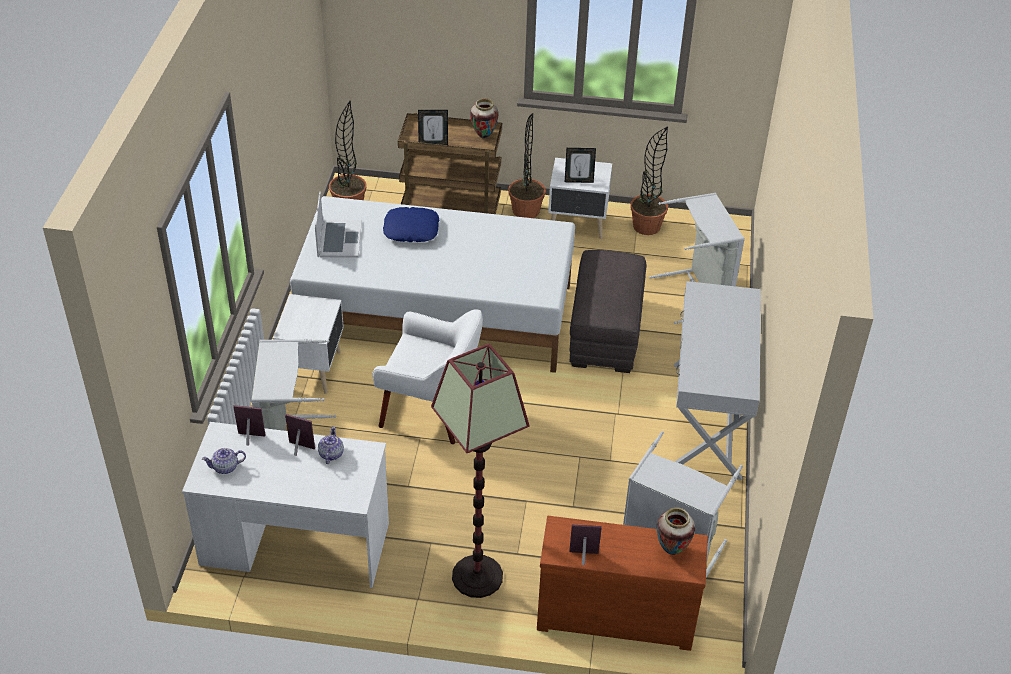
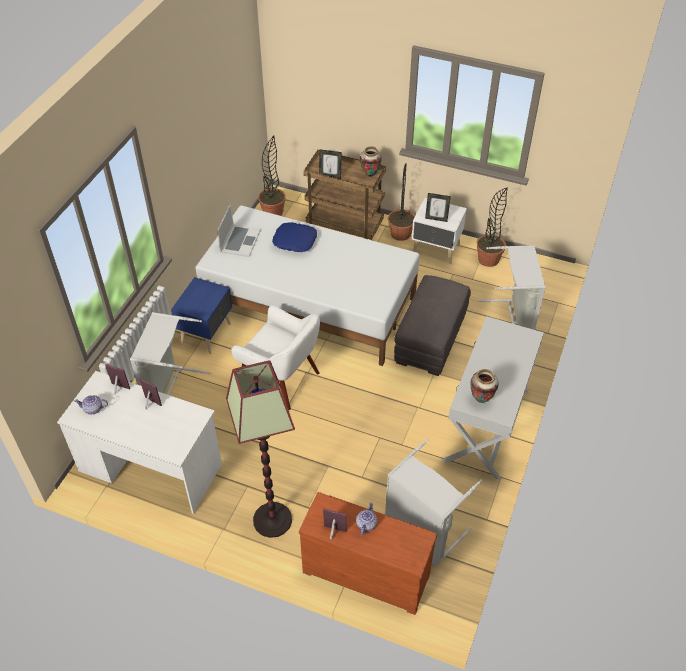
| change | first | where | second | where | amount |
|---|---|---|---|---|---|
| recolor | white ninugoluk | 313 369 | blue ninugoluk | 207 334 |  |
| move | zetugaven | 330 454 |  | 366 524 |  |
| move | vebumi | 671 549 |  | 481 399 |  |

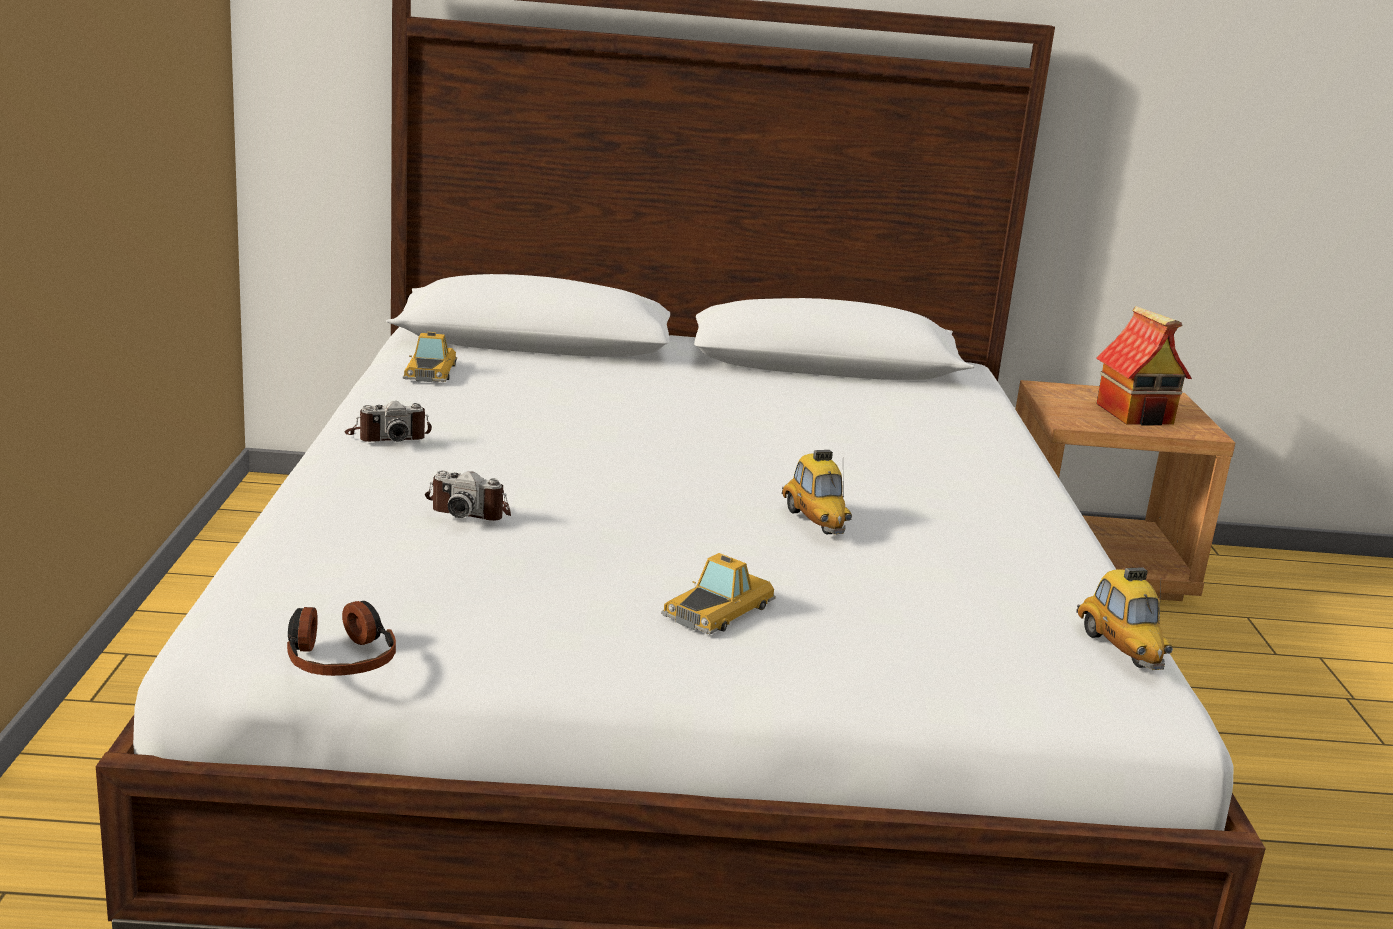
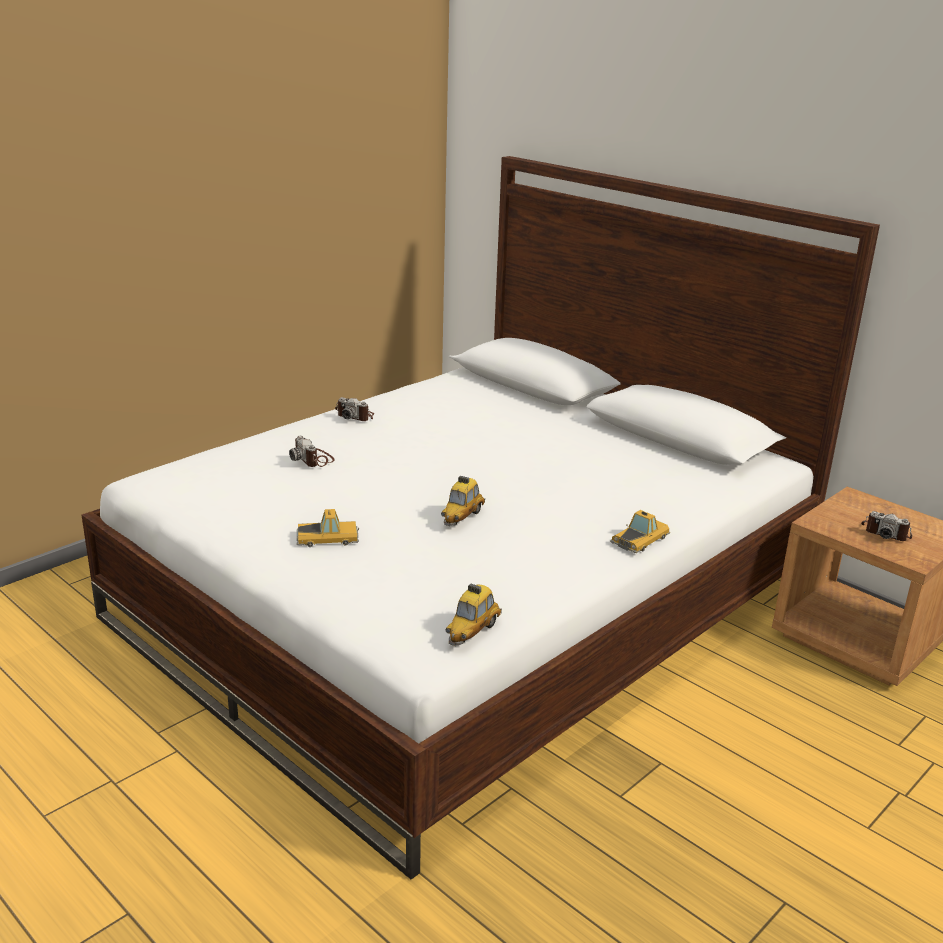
| change | first | where | second | where | amount |
|---|---|---|---|---|---|
| replace | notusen | 1136 414 | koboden | 885 533 |  |
| move | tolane | 431 371 |  | 641 539 |  |
| delete | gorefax | 339 657 |  |  |  |

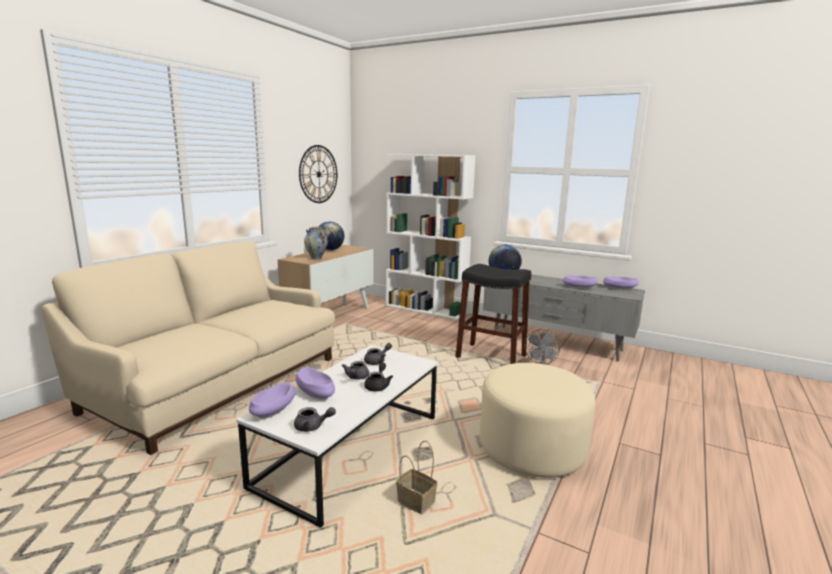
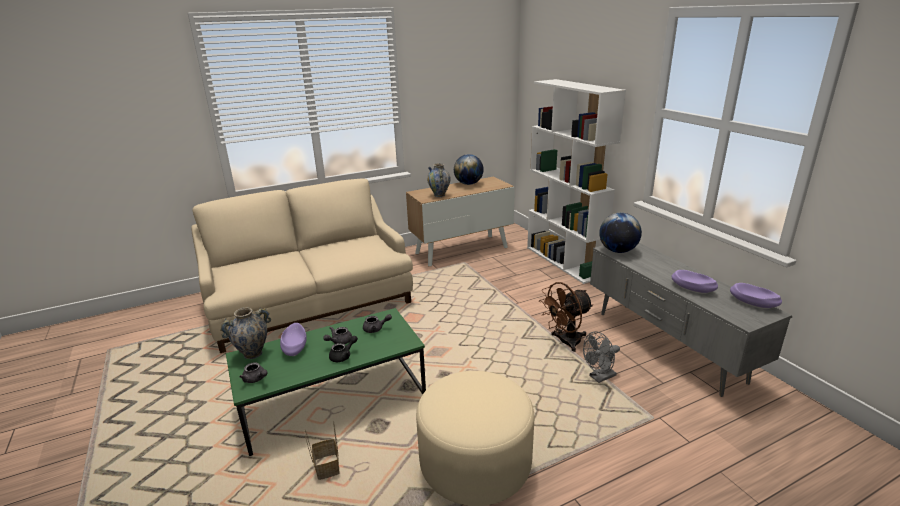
| change | first | where | second | where | amount |
|---|---|---|---|---|---|
| delete | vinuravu | 318 174 |  |  |  |
| replace | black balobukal | 491 356 | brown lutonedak | 565 342 |  |
| recolor | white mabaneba | 351 450 | green mabaneba | 333 400 |  |
| replace | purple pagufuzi | 273 410 | vebumi | 252 354 |  |

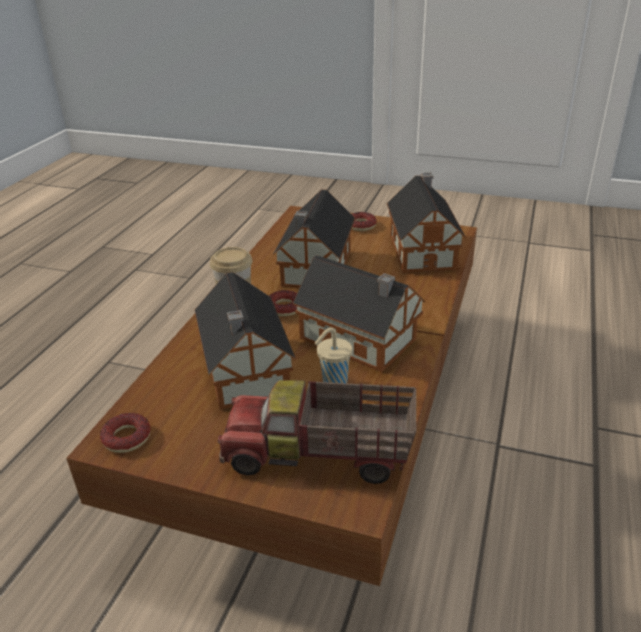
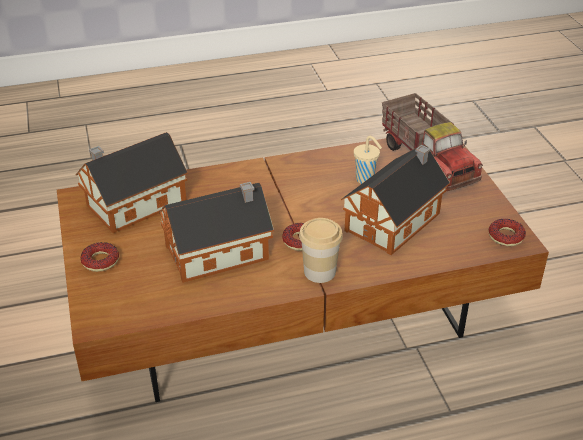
| change | first | where | second | where | amount |
|---|---|---|---|---|---|
| delete | notusen | 361 341 |  |  |  |

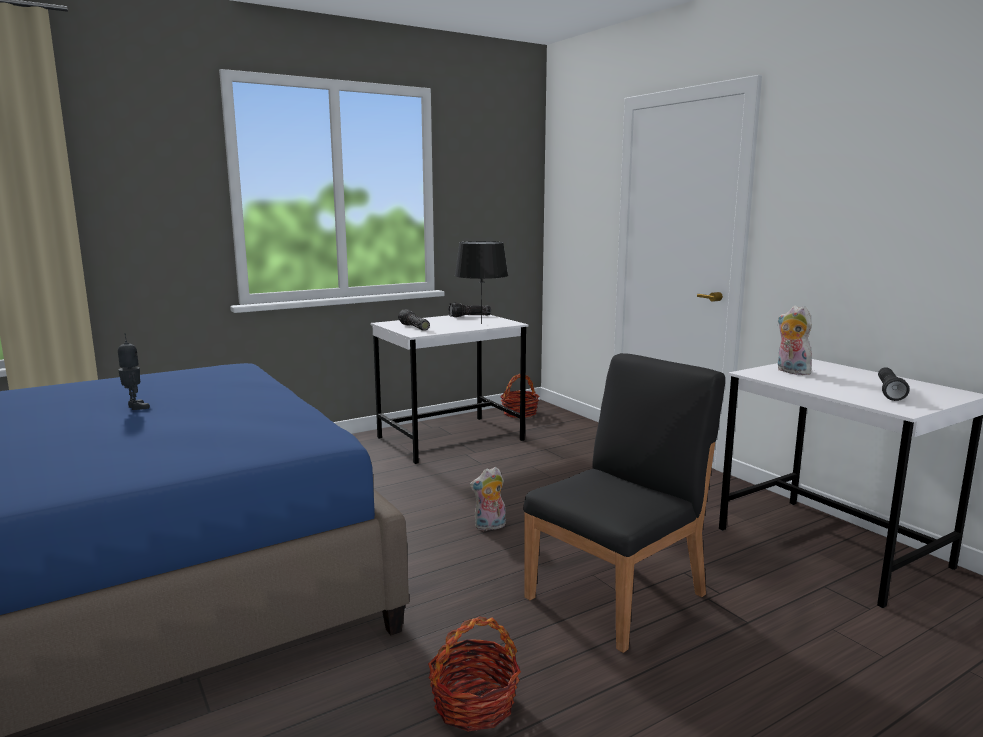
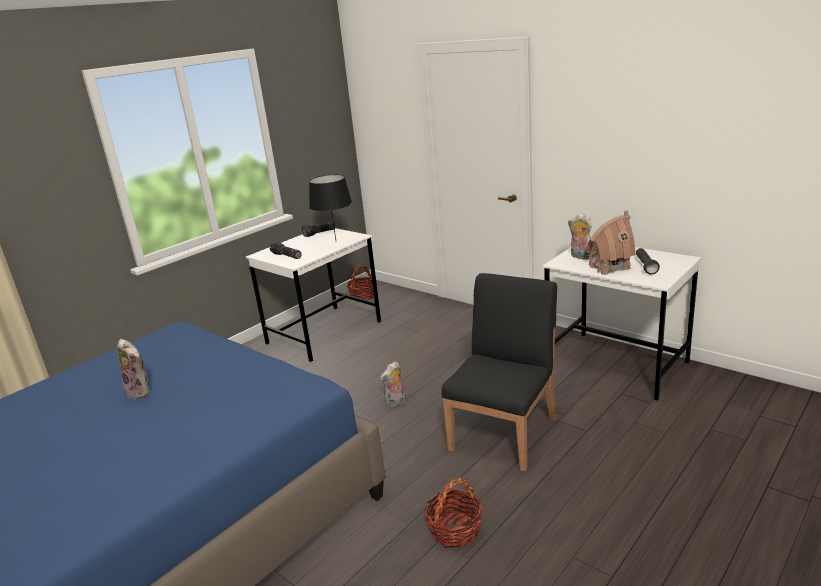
| change | first | where | second | where | amount |
|---|---|---|---|---|---|
| replace | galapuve | 135 407 | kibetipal | 141 391 |  |
| insert |  |  | notusen | 609 266 |  |

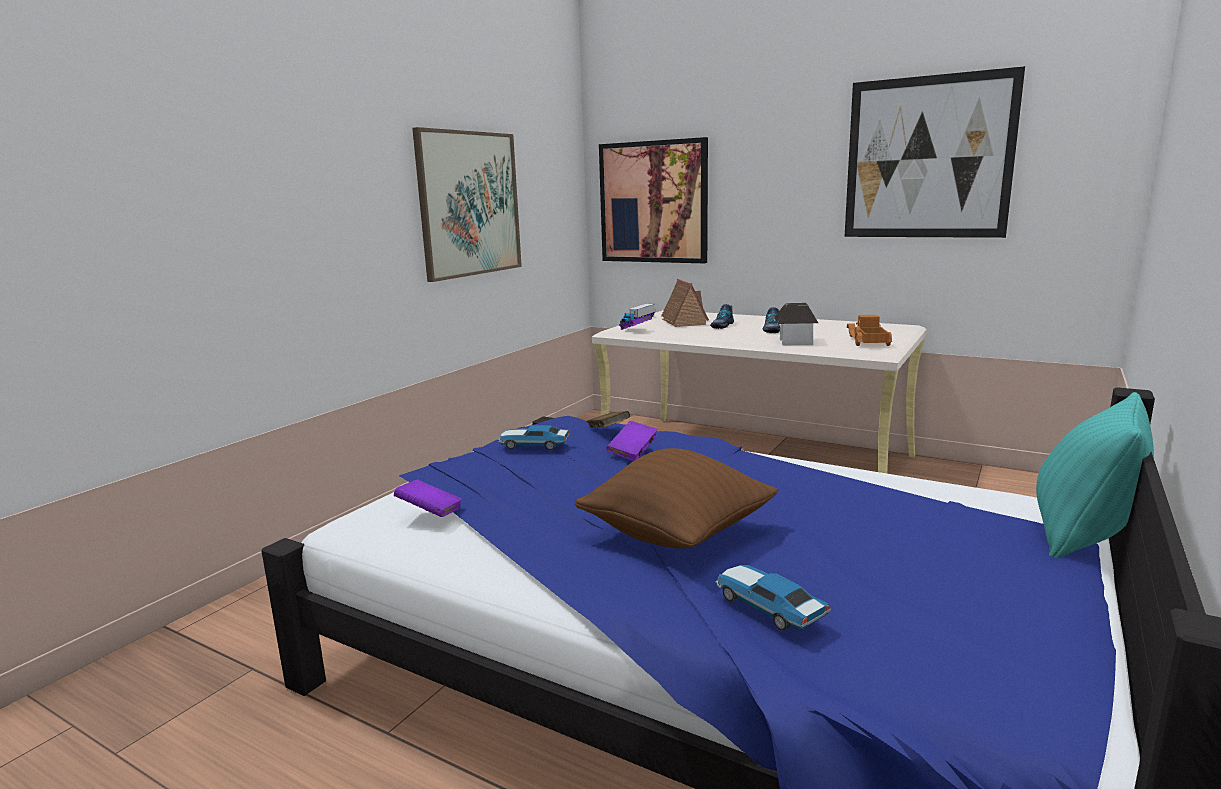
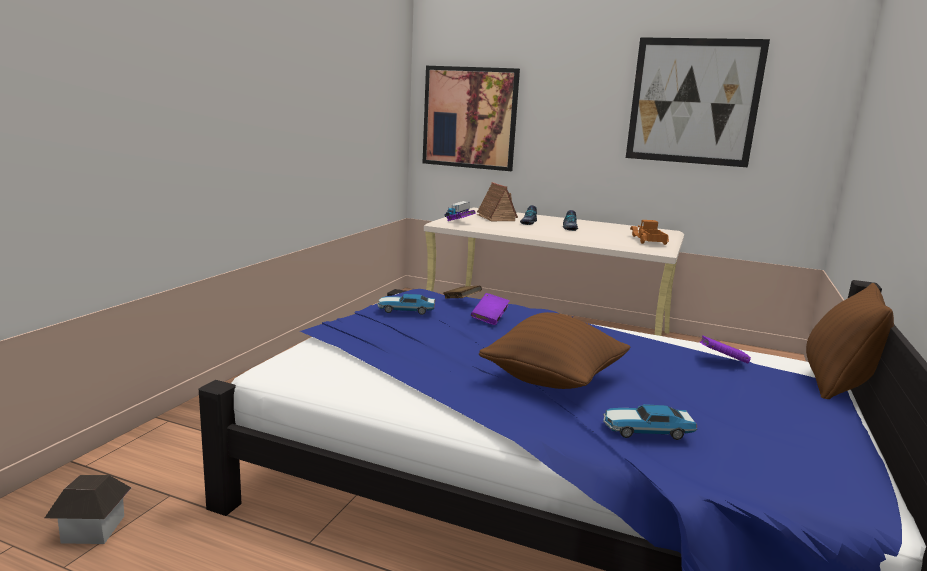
| change | first | where | second | where | amount |
|---|---|---|---|---|---|
| delete | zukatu | 469 204 |  |  |  |
| move | notusen | 795 342 |  | 93 529 |  |
| recolor | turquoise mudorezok | 1082 536 | brown mudorezok | 836 385 |  |
| move | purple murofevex | 430 512 |  | 722 360 |  |
| rotate | tolane | 767 606 |  | 645 430 | 45 degrees counterclockwise |

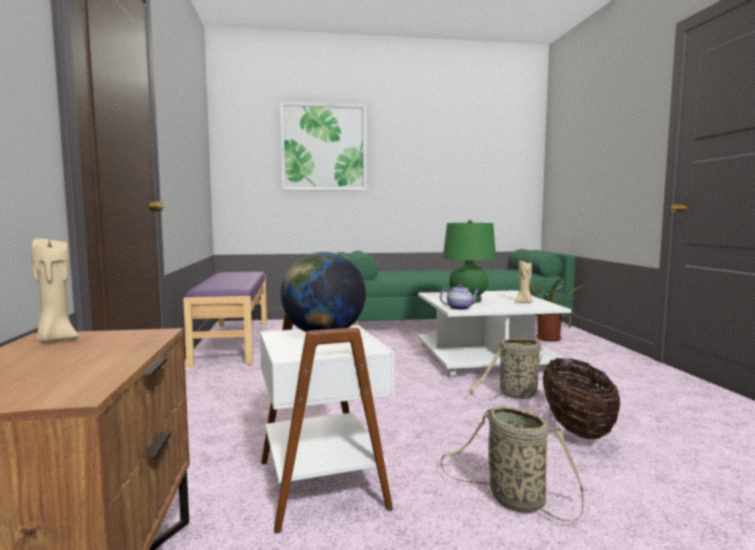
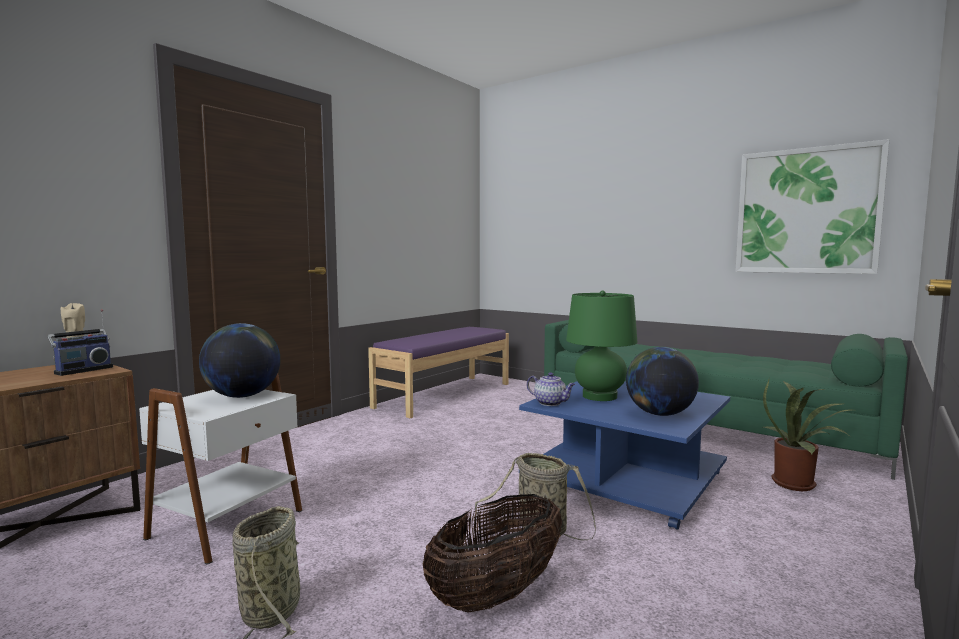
| change | first | where | second | where | amount |
|---|---|---|---|---|---|
| move | zukatu | 324 147 |  | 806 211 |  |
| replace | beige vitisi | 524 302 | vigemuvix | 659 414 |  |
| recolor | white mabaneba | 486 357 | blue mabaneba | 627 478 |  |
| insert |  |  | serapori | 83 370 |  |

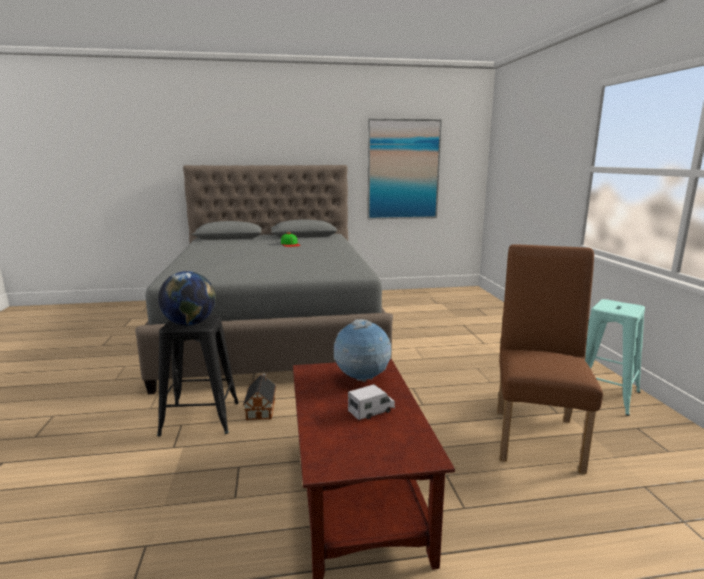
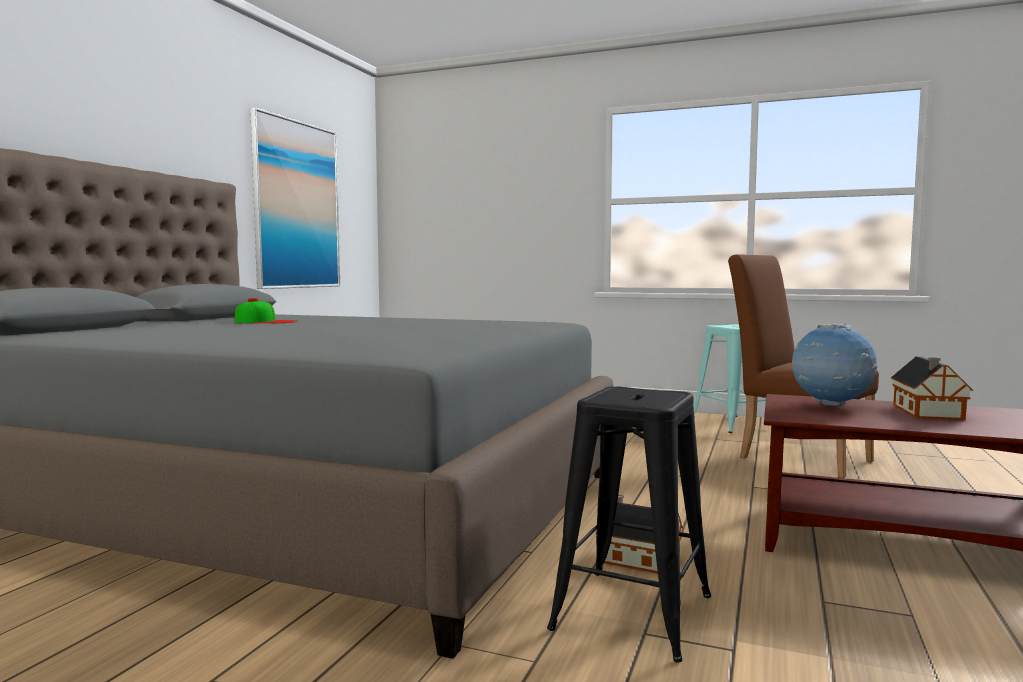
| change | first | where | second | where | amount |
|---|---|---|---|---|---|
| delete | vigemuvix | 190 324 |  |  |  |
| replace | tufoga | 371 411 | notusen | 927 413 |  |

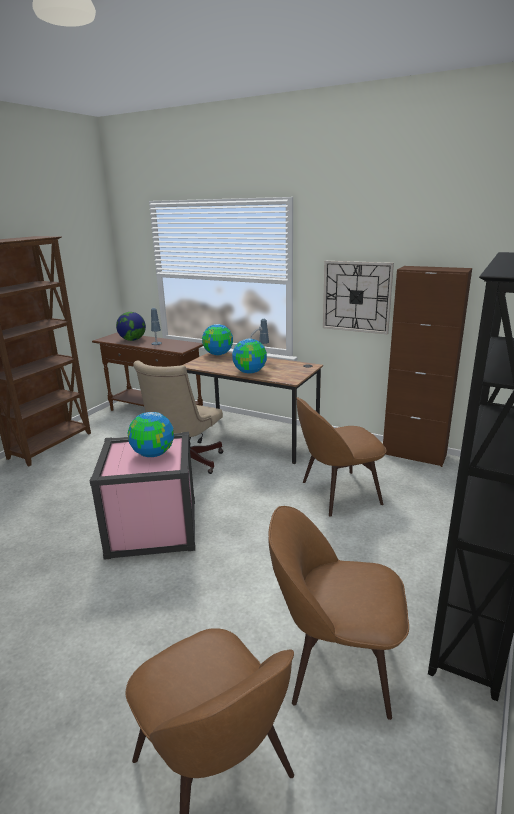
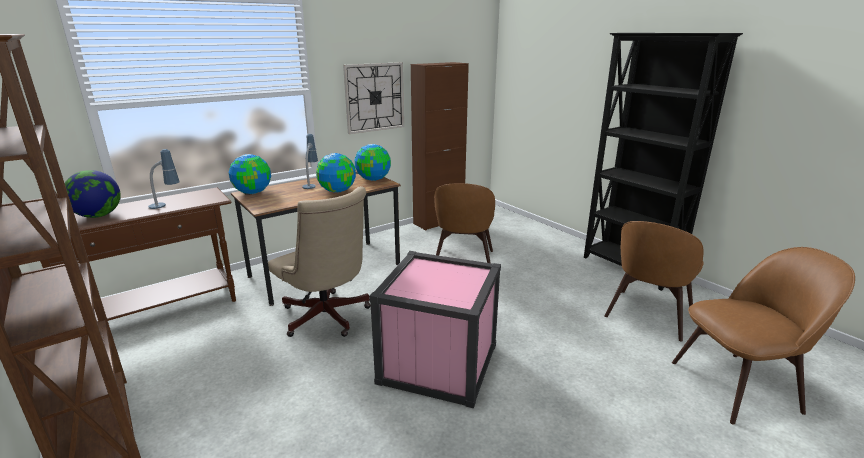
| change | first | where | second | where | amount |
|---|---|---|---|---|---|
| move | vigemuvix | 153 454 |  | 373 179 |  |

